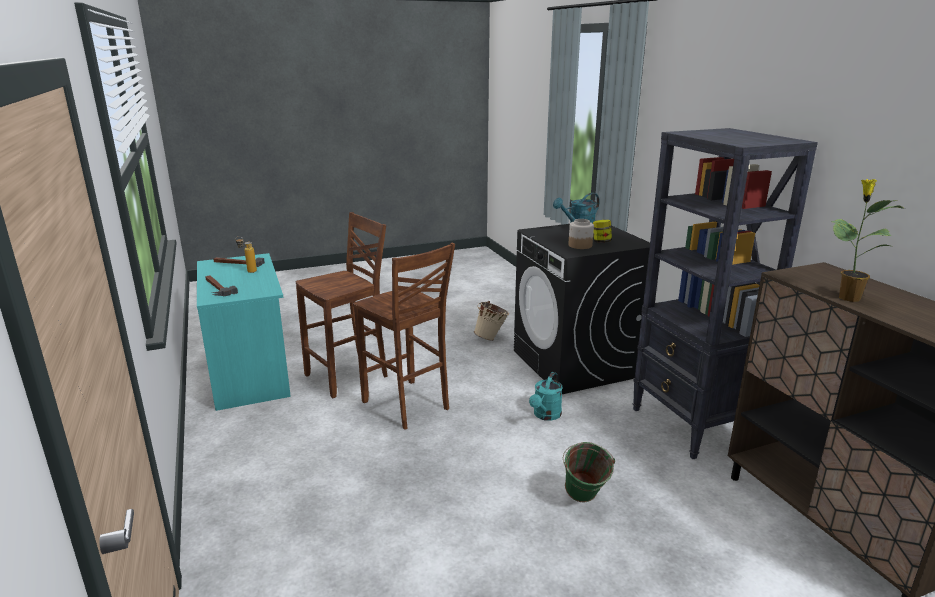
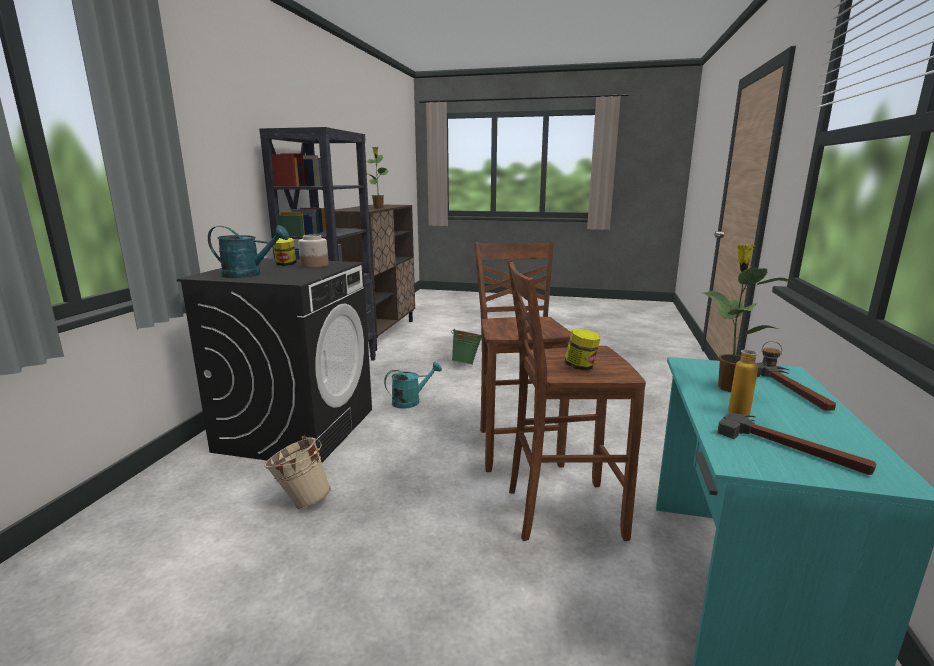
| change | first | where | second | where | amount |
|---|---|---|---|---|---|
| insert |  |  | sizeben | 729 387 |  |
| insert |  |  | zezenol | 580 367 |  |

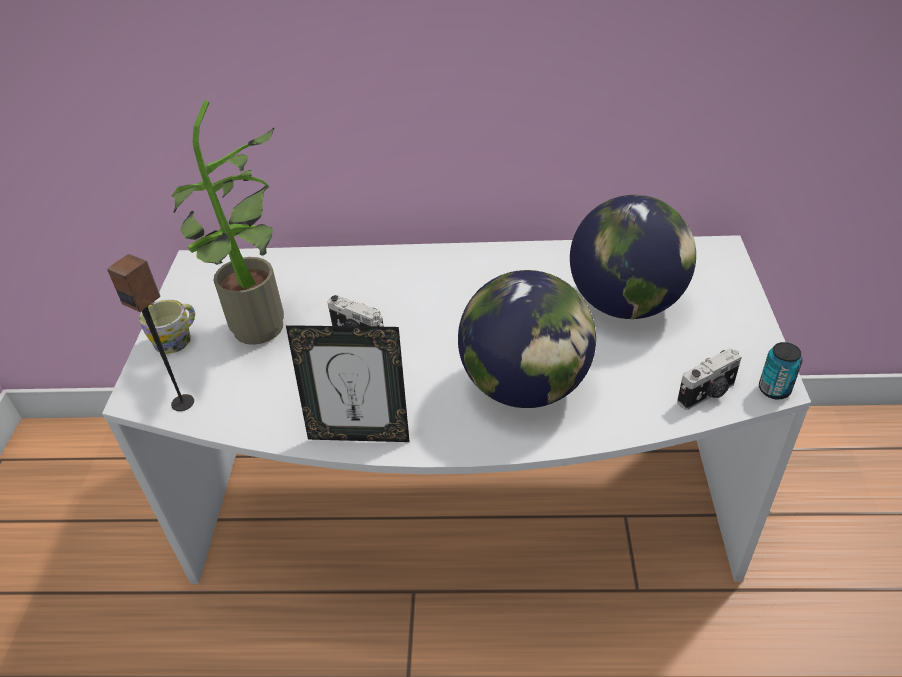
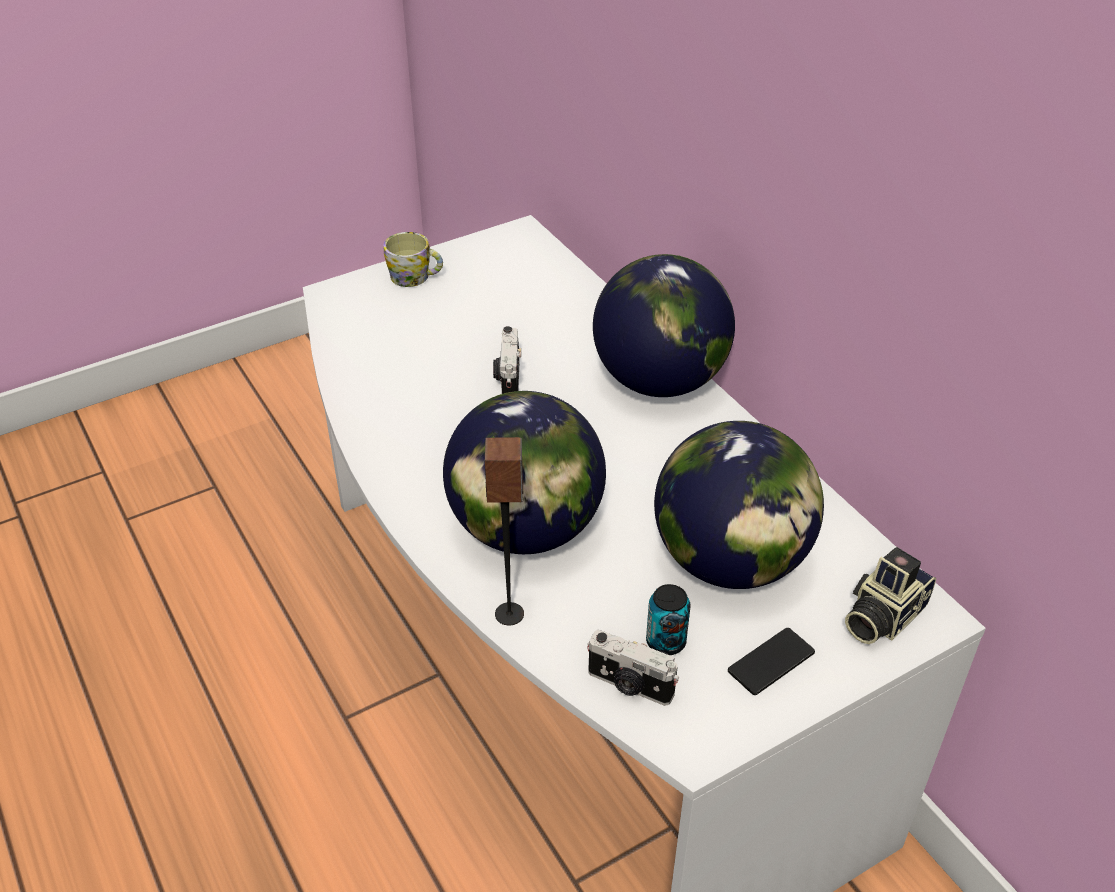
| change | first | where | second | where | amount |
|---|---|---|---|---|---|
| delete | sizeben | 262 332 |  |  |  |
| move | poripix | 183 402 |  | 510 614 |  |
| delete | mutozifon | 359 434 |  |  |  |
| move | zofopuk | 774 390 |  | 666 642 |  |
| insert |  |  | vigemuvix | 659 381 |  |
| insert |  |  | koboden | 881 616 |  |
| insert |  |  | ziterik | 771 662 |  |

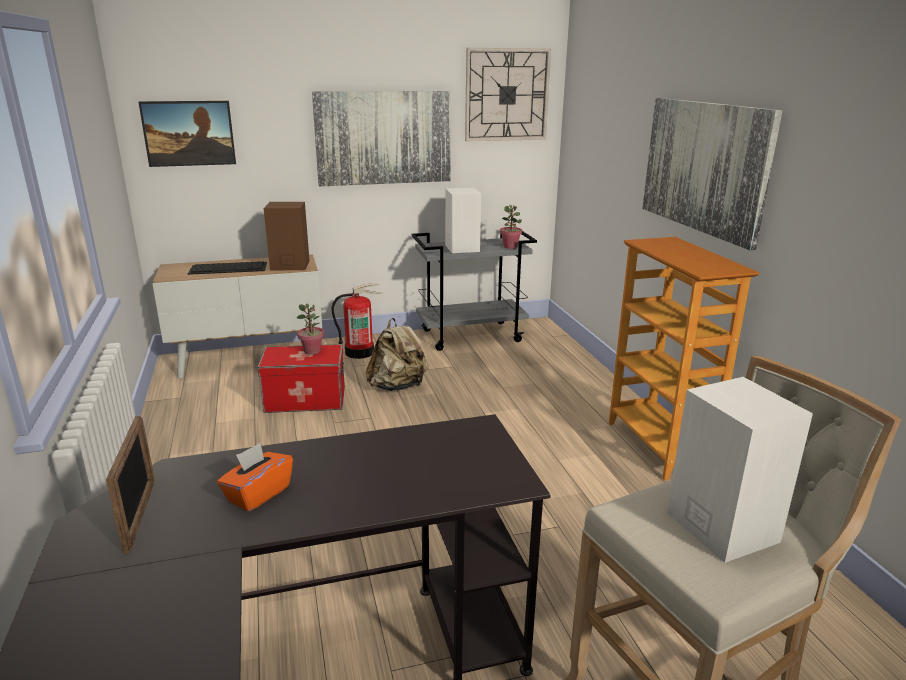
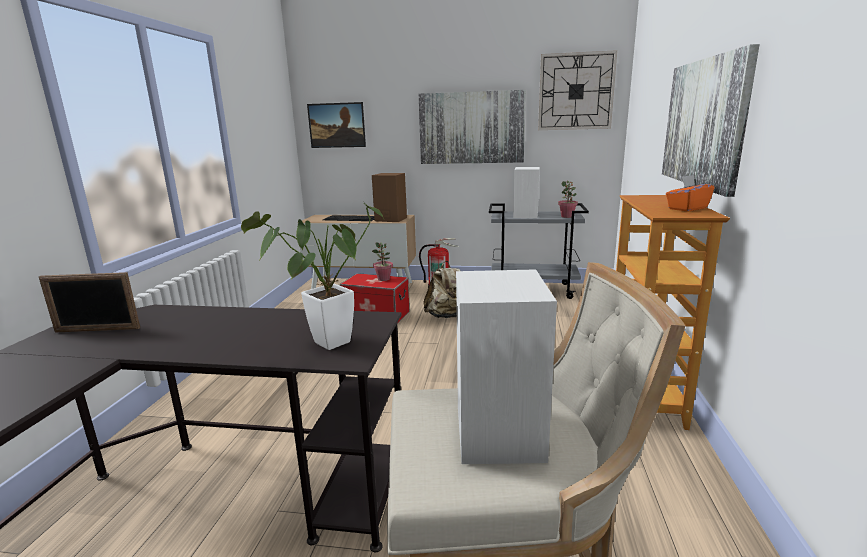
| change | first | where | second | where | amount |
|---|---|---|---|---|---|
| rotate | mutozifon | 140 514 |  | 97 330 | 75 degrees clockwise |
| move | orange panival | 258 494 |  | 687 208 |  |
| insert |  |  | sizeben | 324 345 |  |

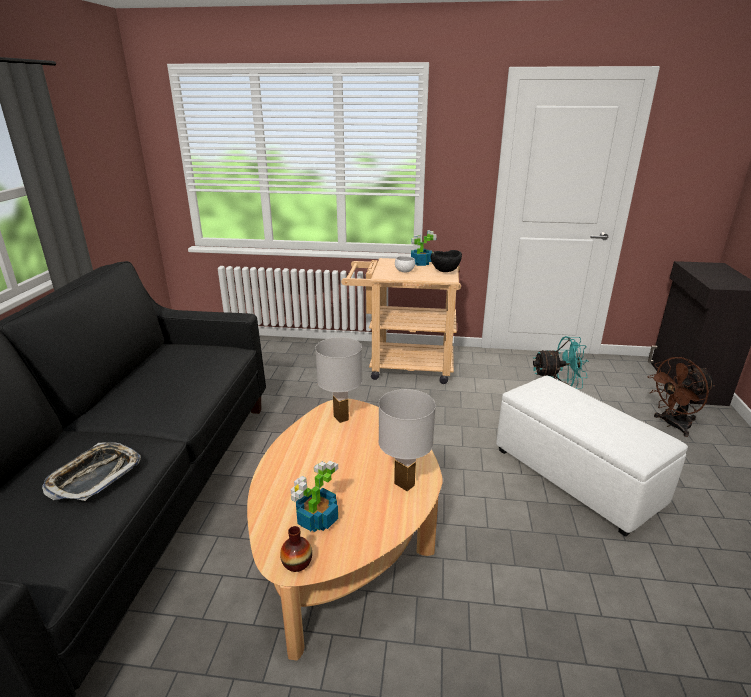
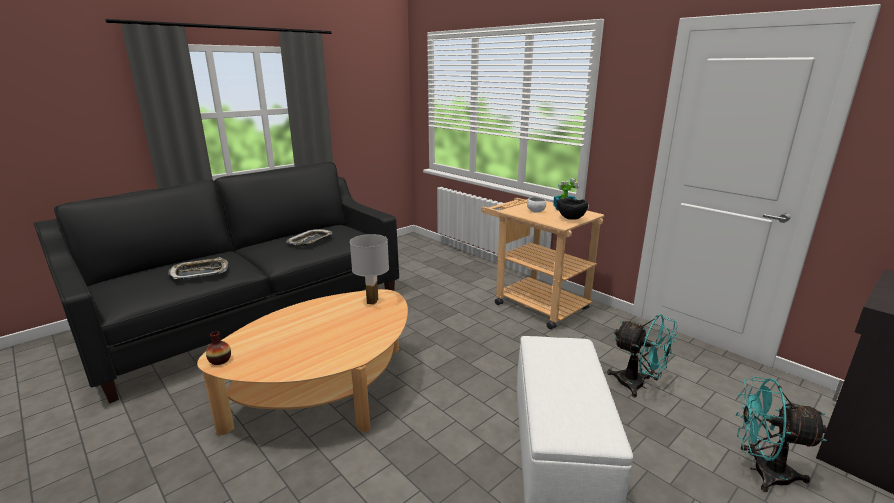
| change | first | where | second | where | amount |
|---|---|---|---|---|---|
| recolor | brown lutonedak | 672 425 | turquoise lutonedak | 761 471 |  |
| delete | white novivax | 405 484 |  |  |  |
| delete | sizeben | 316 519 |  |  |  |
| insert |  |  | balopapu | 310 241 |  |

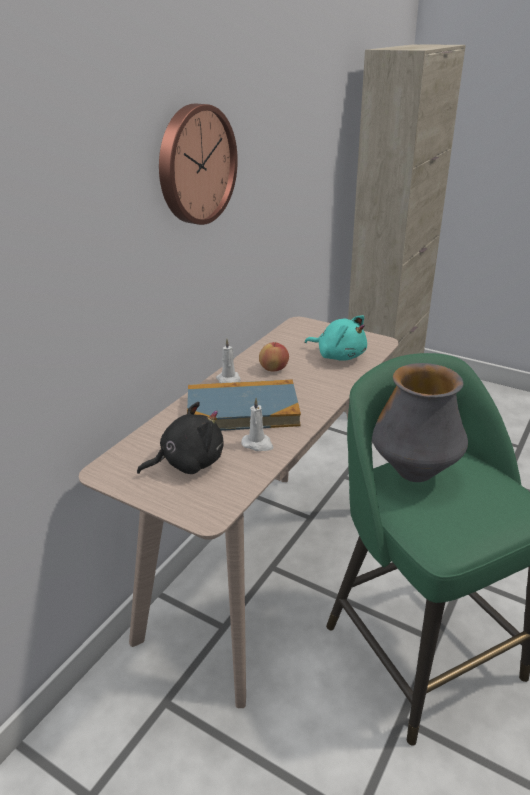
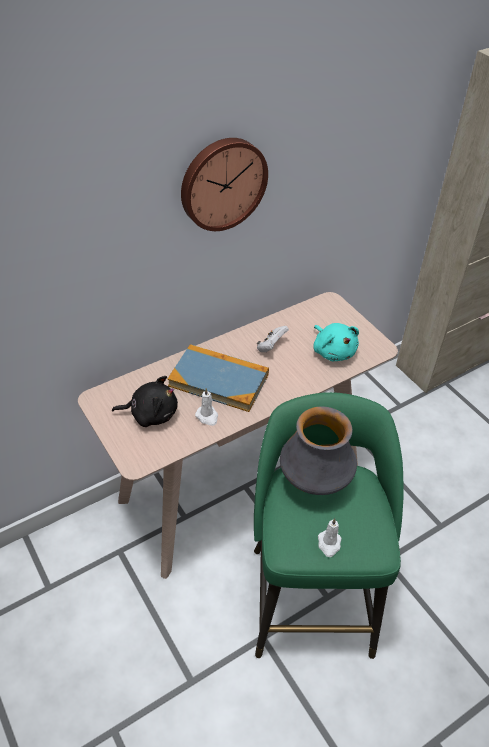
| change | first | where | second | where | amount |
|---|---|---|---|---|---|
| move | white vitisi | 229 380 |  | 329 544 |  |
| replace | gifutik | 274 369 | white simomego | 271 347 |  |

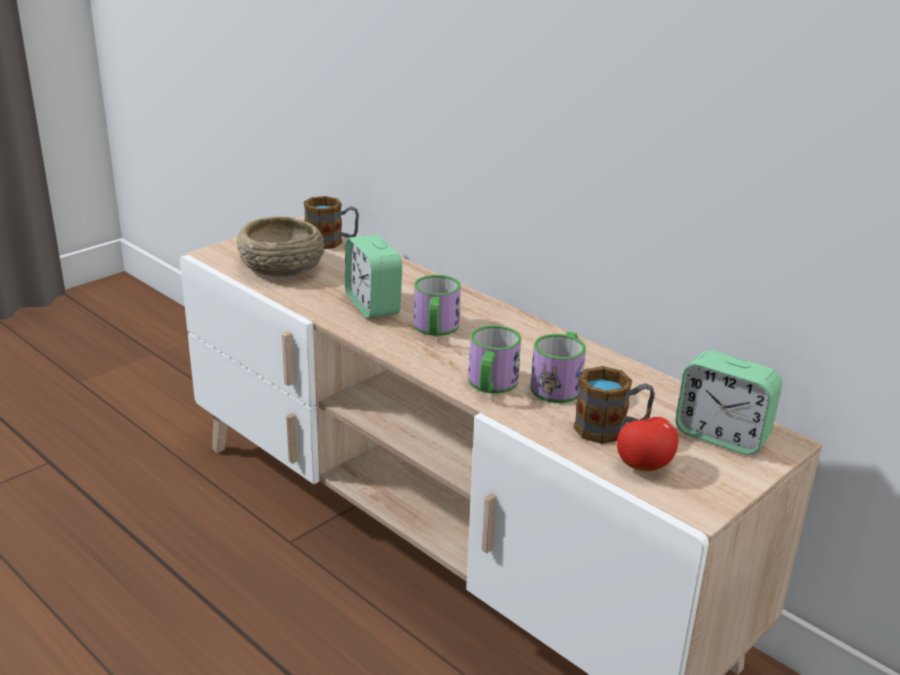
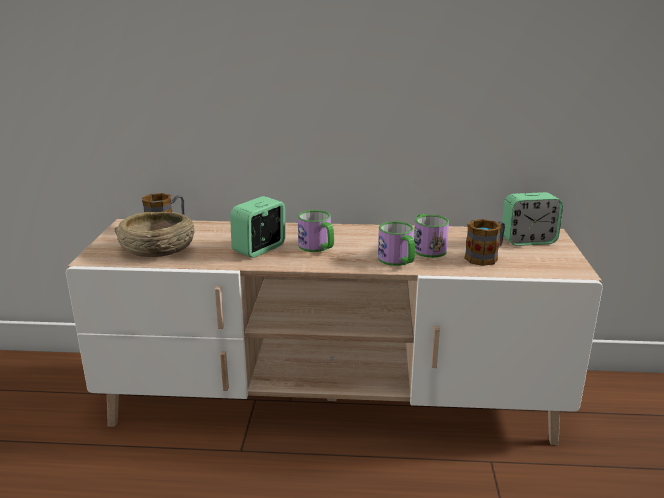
| change | first | where | second | where | amount |
|---|---|---|---|---|---|
| rotate | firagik | 373 305 |  | 259 249 | 105 degrees clockwise |
| delete | gifutik | 644 465 |  |  |  |

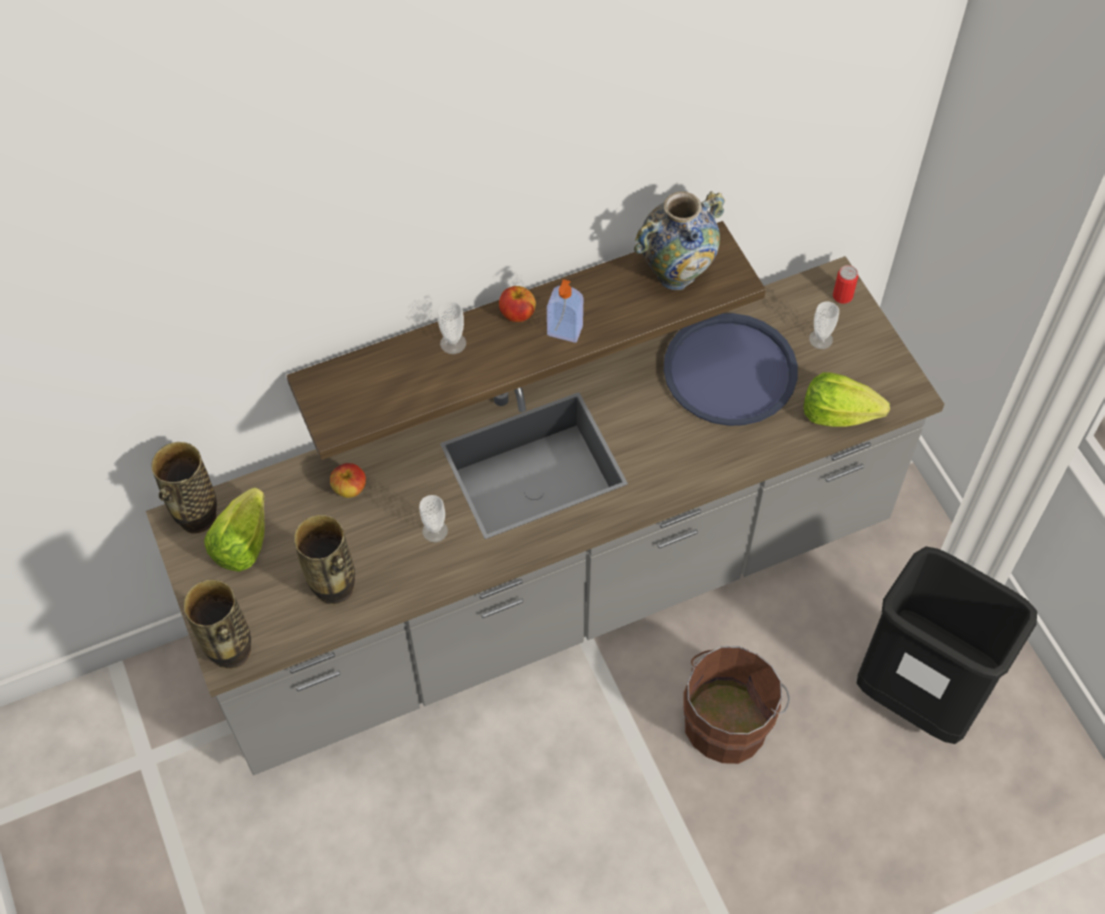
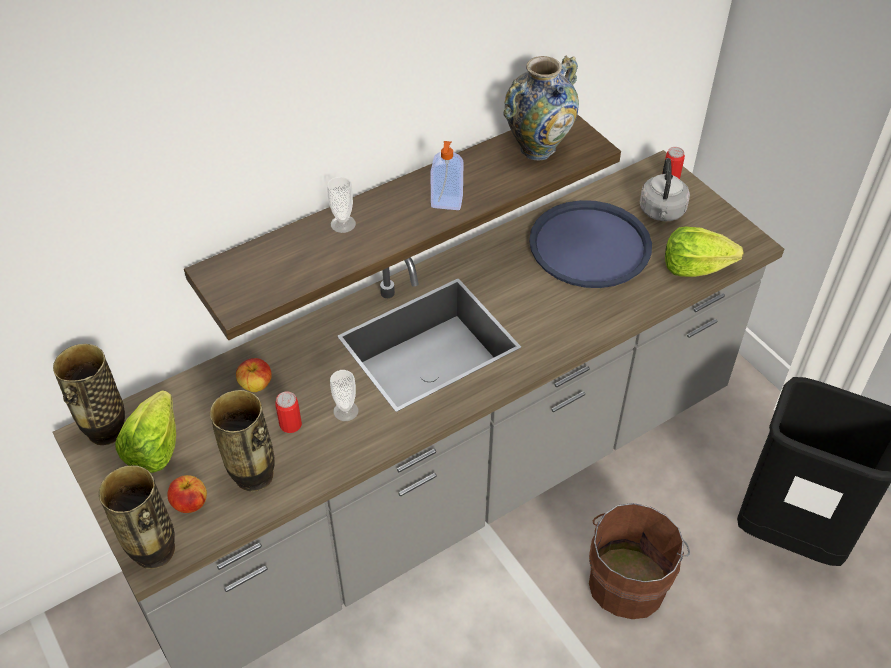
| change | first | where | second | where | amount |
|---|---|---|---|---|---|
| move | gifutik | 517 314 |  | 190 504 |  |
| replace | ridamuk | 820 339 | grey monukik | 662 212 |  |
| insert |  |  | zofopuk | 290 424 |  |

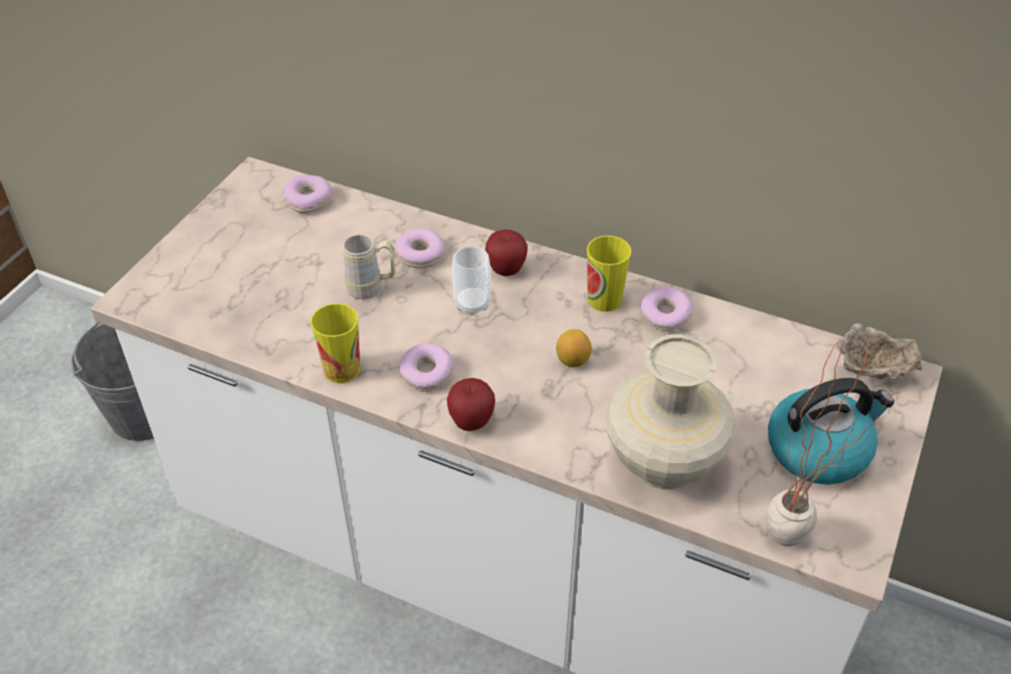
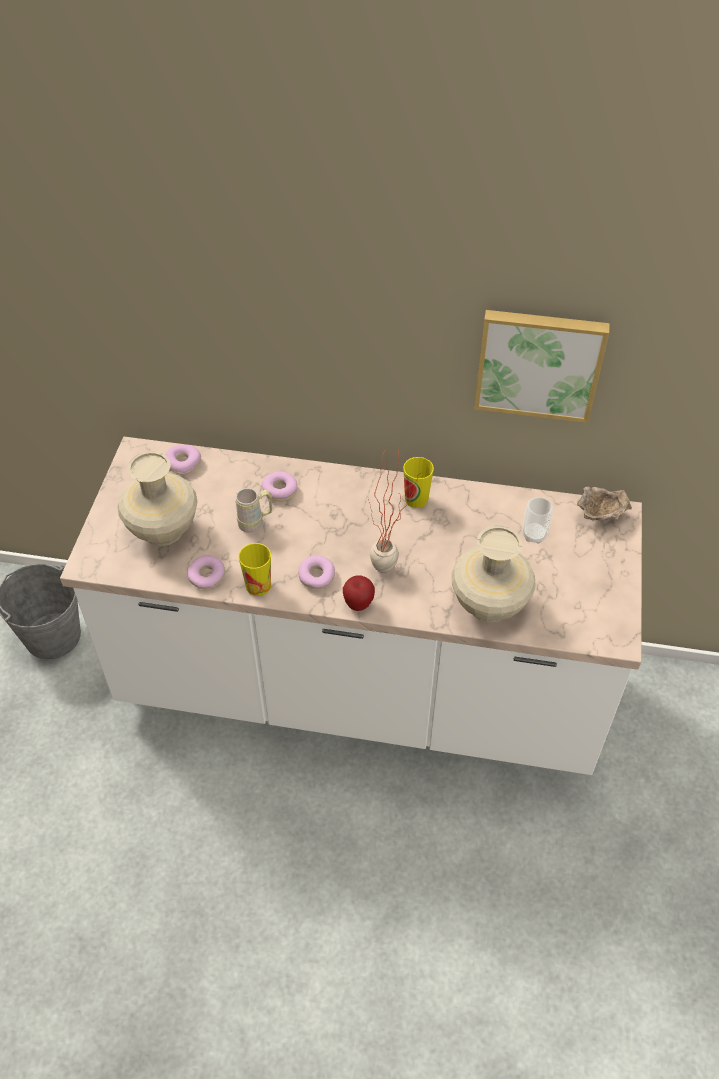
| change | first | where | second | where | amount |
|---|---|---|---|---|---|
| delete | gifutik | 506 270 |  |  |  |
| move | ridamuk | 472 304 |  | 534 535 |  |
| move | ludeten | 665 315 |  | 207 576 |  |
| delete | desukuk | 572 360 |  |  |  |
| move | sizeben | 795 548 |  | 390 573 |  |
| delete | monukik | 819 449 |  |  |  |
| insert |  |  | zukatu | 539 363 |  |
| insert |  |  | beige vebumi | 162 530 |  |

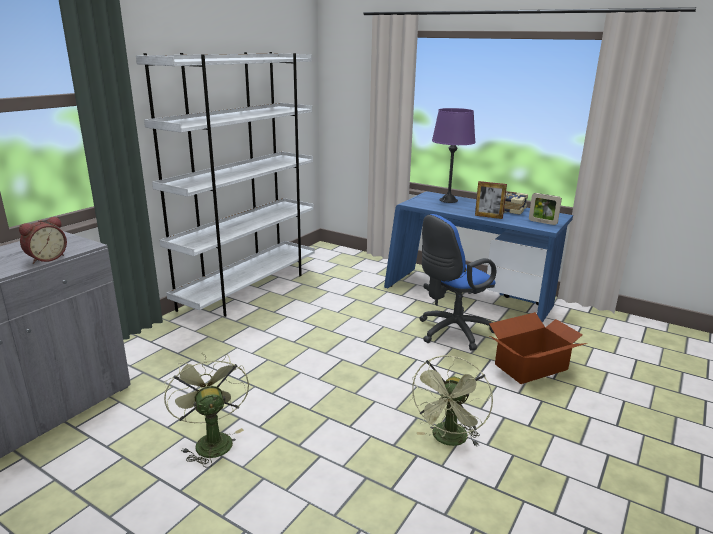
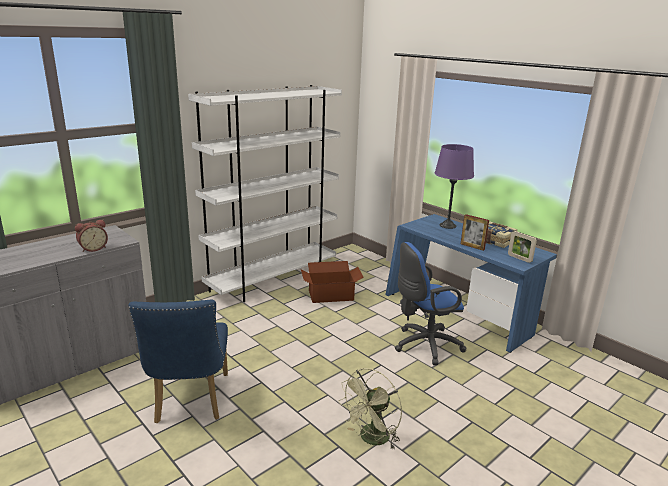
| change | first | where | second | where | amount |
|---|---|---|---|---|---|
| move | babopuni | 532 367 |  | 331 295 |  |
| replace | green lutonedak | 211 440 | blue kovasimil | 189 402 |  |

